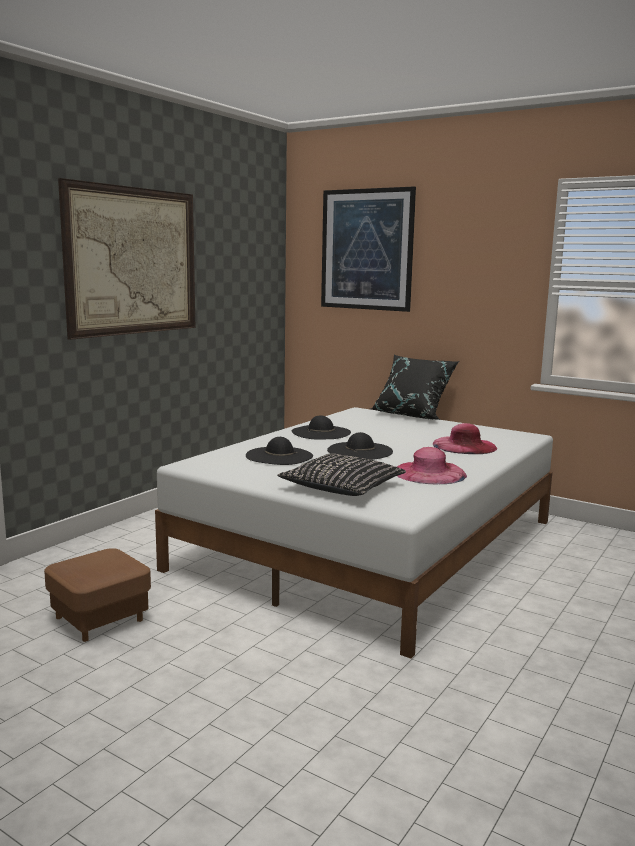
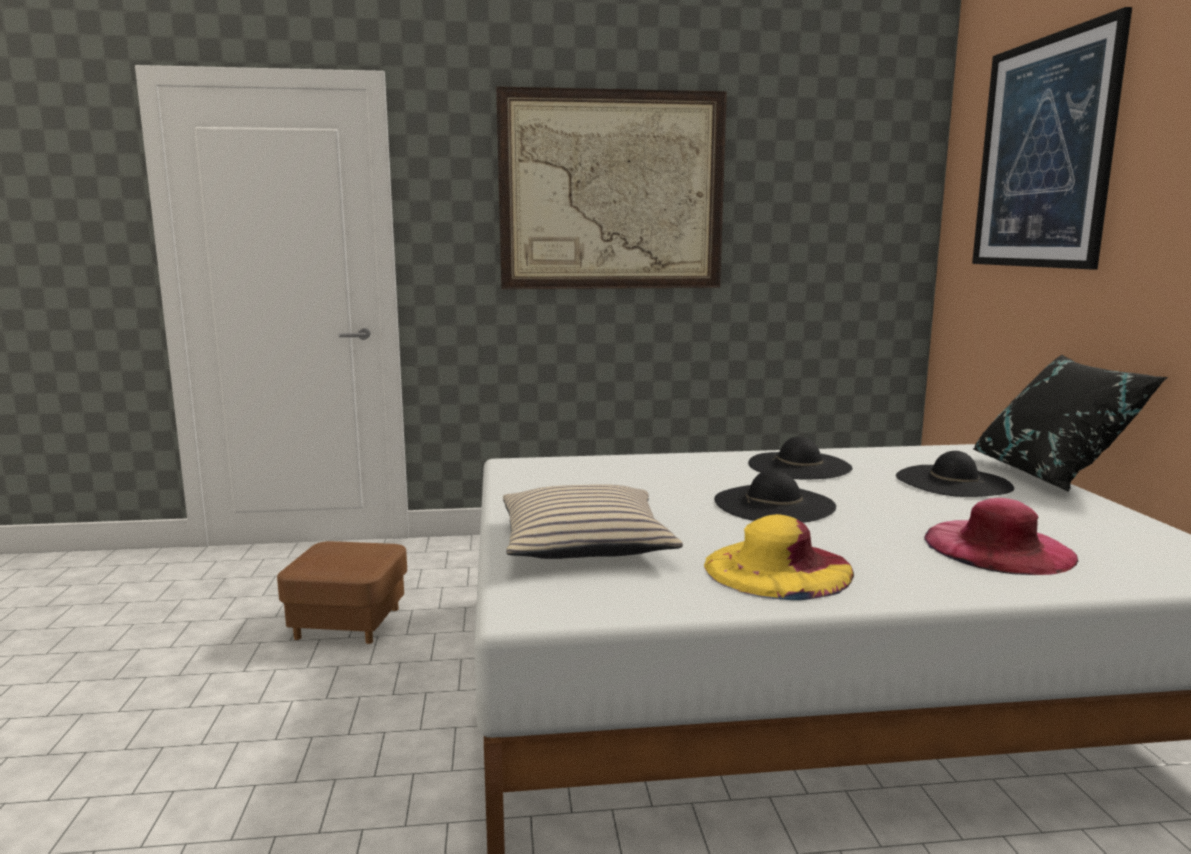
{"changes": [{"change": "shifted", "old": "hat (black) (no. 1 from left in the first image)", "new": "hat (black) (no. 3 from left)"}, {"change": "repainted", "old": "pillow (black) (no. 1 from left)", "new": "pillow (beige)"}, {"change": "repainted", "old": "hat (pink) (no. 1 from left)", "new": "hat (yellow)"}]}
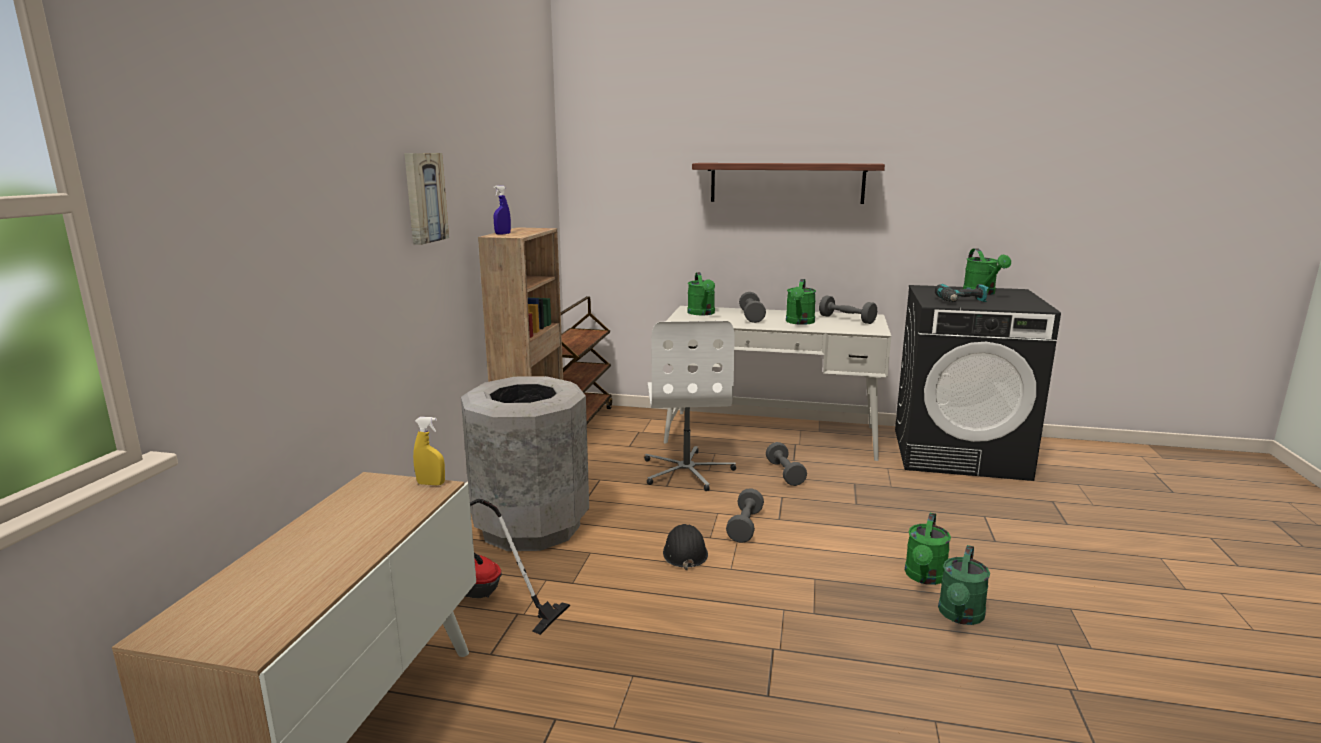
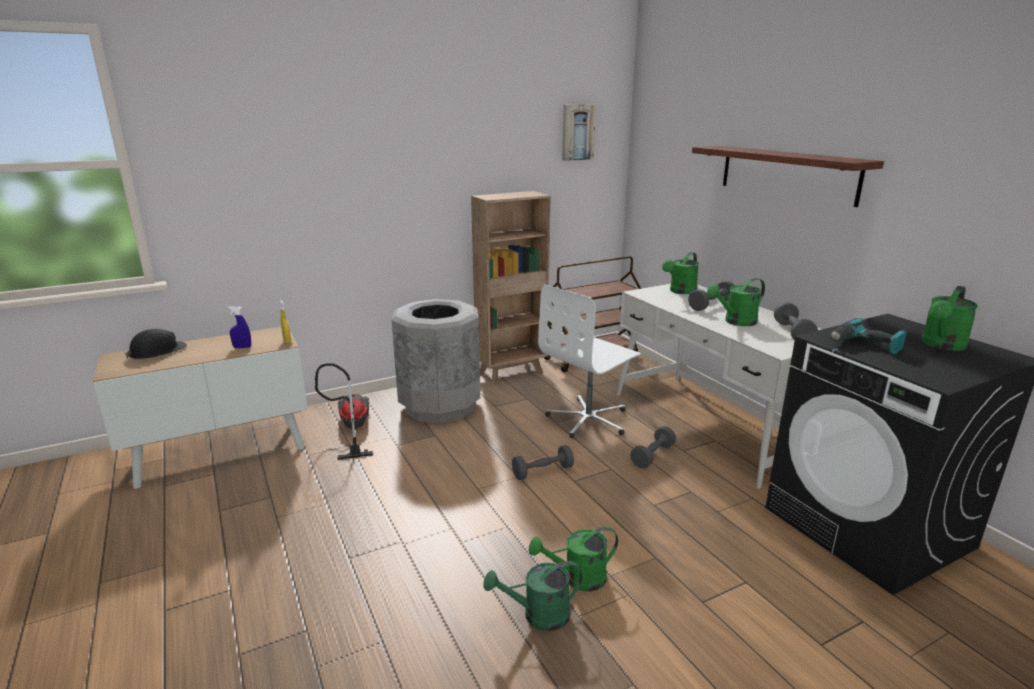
{"changes": [{"change": "shifted", "old": "picture"}, {"change": "shifted", "old": "spray bottle (blue)"}, {"change": "shifted", "old": "hard hat (black)"}]}
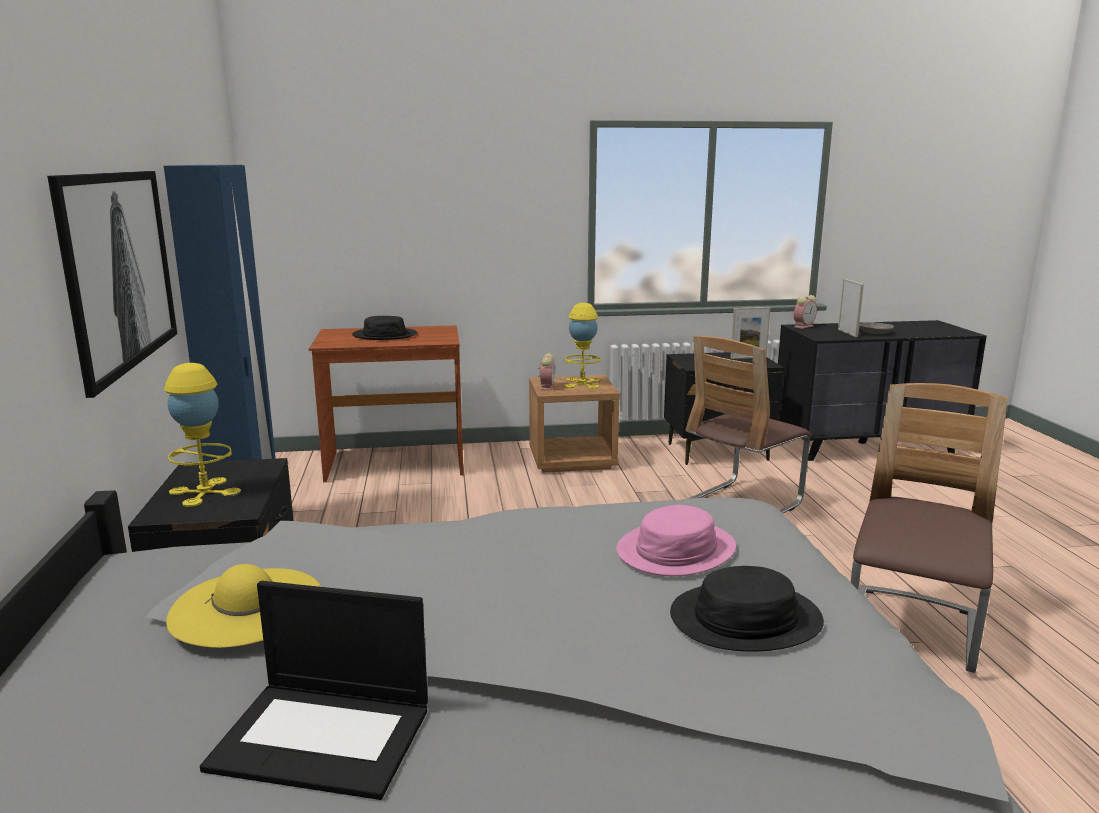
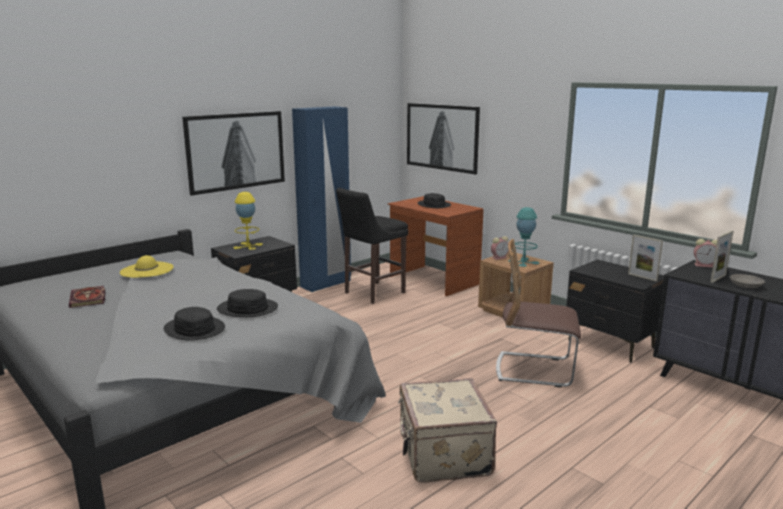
{"changes": [{"change": "swapped", "old": "laptop", "new": "book"}, {"change": "repainted", "old": "table lamp (yellow) (no. 2 from left)", "new": "table lamp (turquoise)"}, {"change": "repainted", "old": "hat (pink)", "new": "hat (black) (no. 2 from left)"}, {"change": "swapped", "old": "chair (no. 2 from left)", "new": "suitcase (beige)"}, {"change": "new", "new": "stool (black)"}, {"change": "new", "new": "picture (no. 2 from left)"}]}
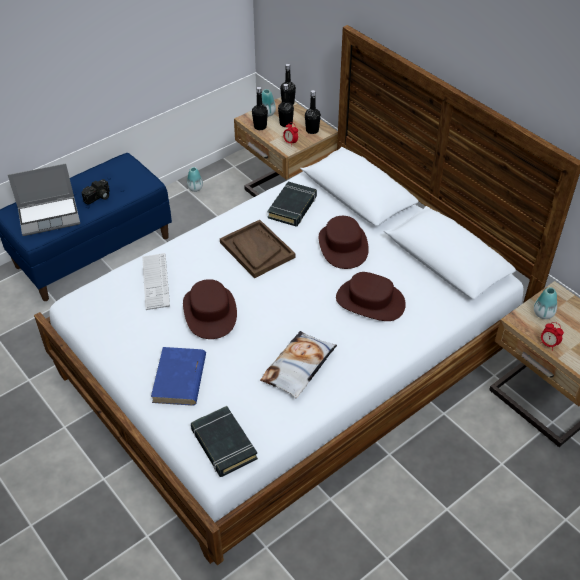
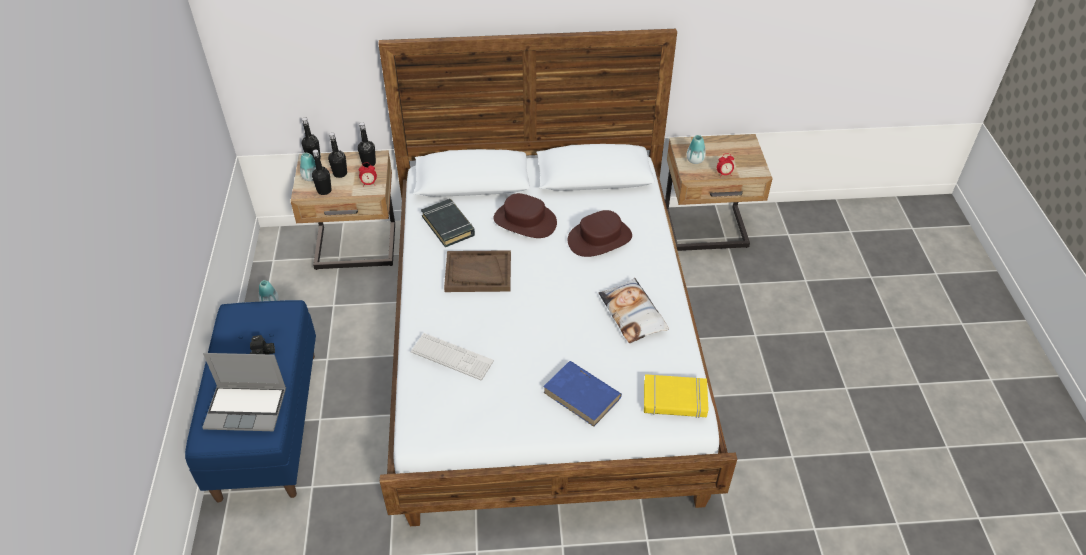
{"changes": [{"change": "rotated", "old": "laptop", "degrees": 75}, {"change": "gone", "old": "hat (brown) (no. 1 from left)"}, {"change": "repainted", "old": "book (black) (no. 1 from left)", "new": "book (yellow)"}]}
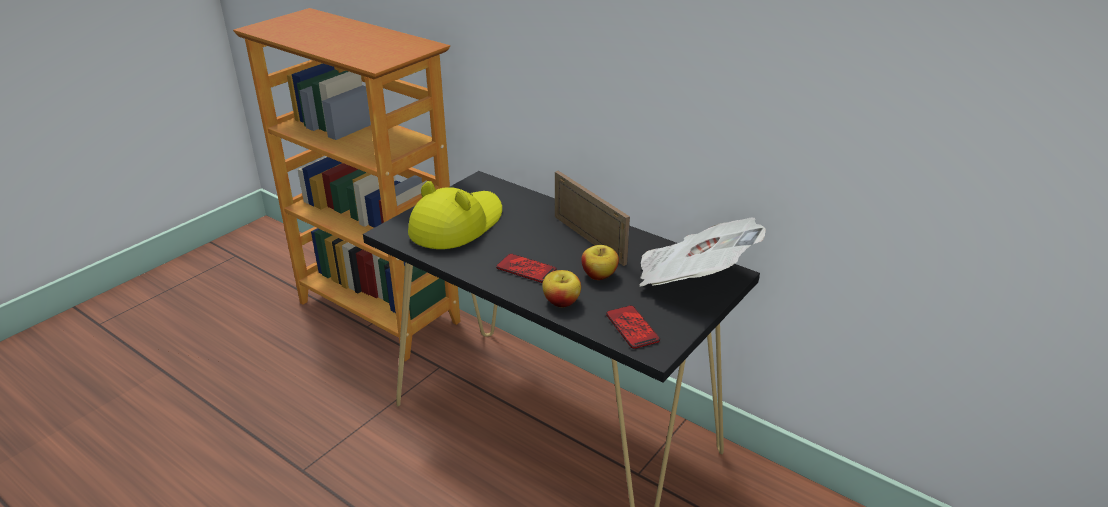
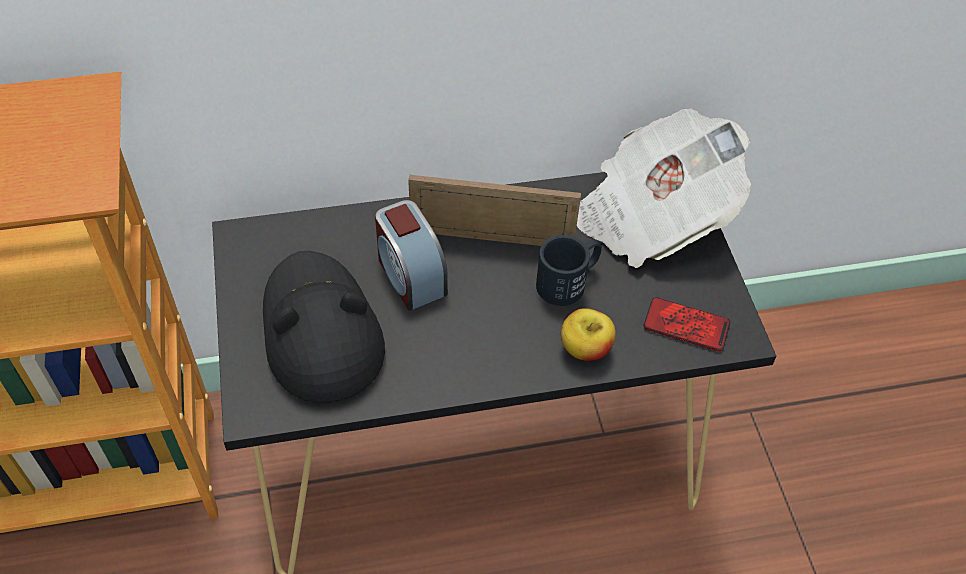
{"changes": [{"change": "repainted", "old": "hat (yellow)", "new": "hat (black)"}, {"change": "gone", "old": "phone (no. 1 from left)"}, {"change": "swapped", "old": "apple (no. 2 from left)", "new": "mug (black)"}, {"change": "new", "new": "alarm clock"}]}
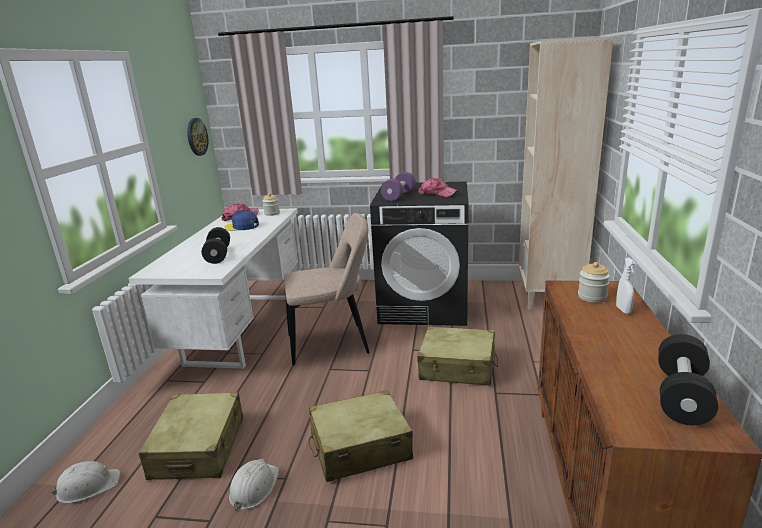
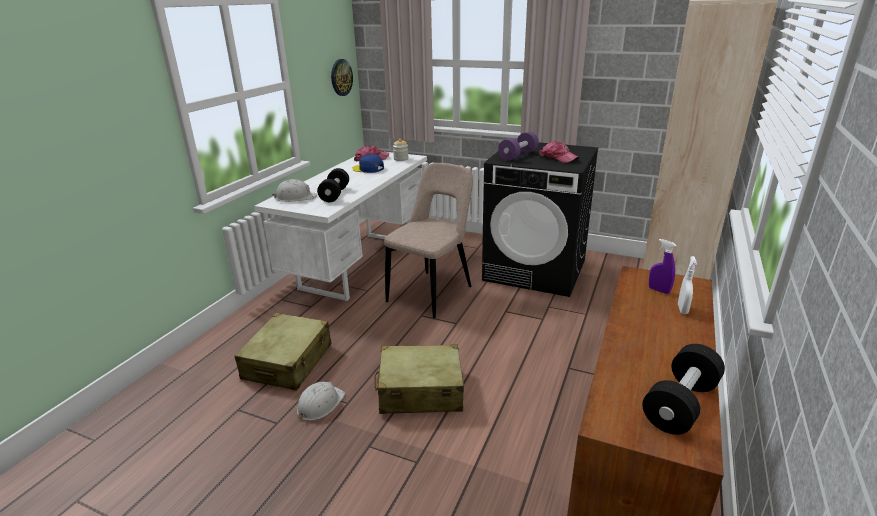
{"changes": [{"change": "shifted", "old": "hard hat (white) (no. 1 from left)"}, {"change": "rotated", "old": "chair (beige)", "degrees": -60}, {"change": "gone", "old": "suitcase (beige) (no. 3 from left)"}, {"change": "swapped", "old": "jar (no. 2 from left)", "new": "spray bottle (purple)"}]}
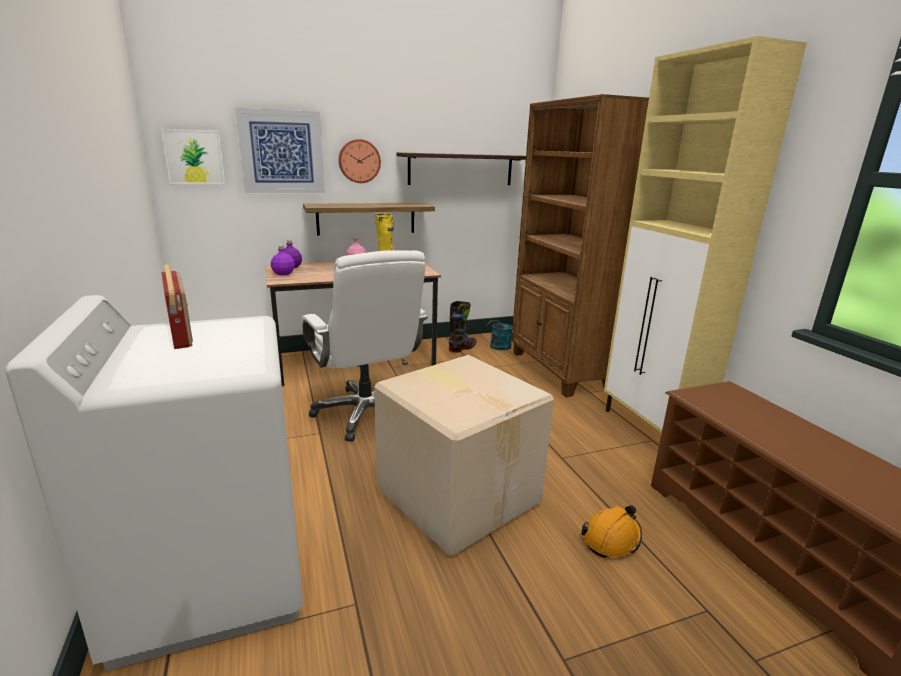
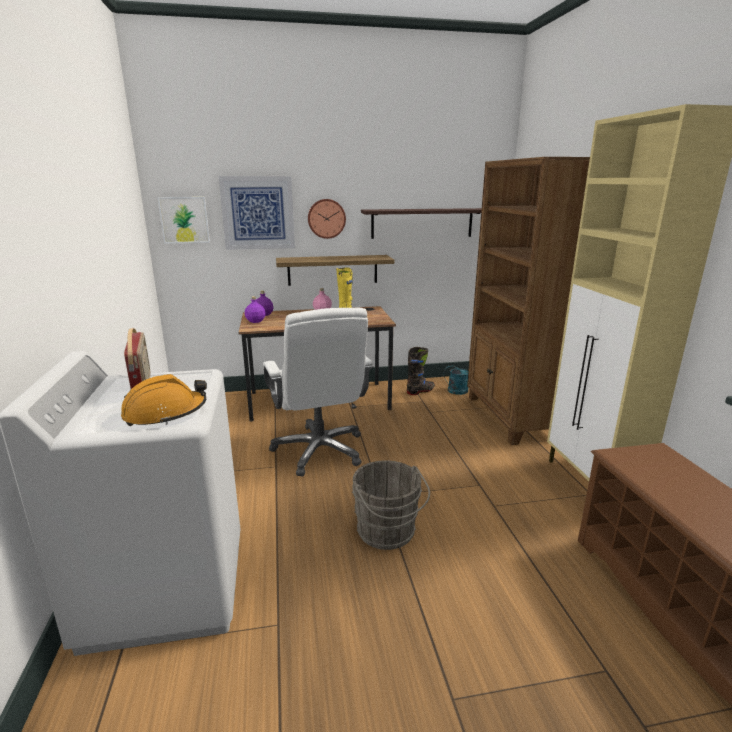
{"changes": [{"change": "swapped", "old": "cardboard box", "new": "bucket (grey)"}, {"change": "shifted", "old": "hard hat (orange)"}]}
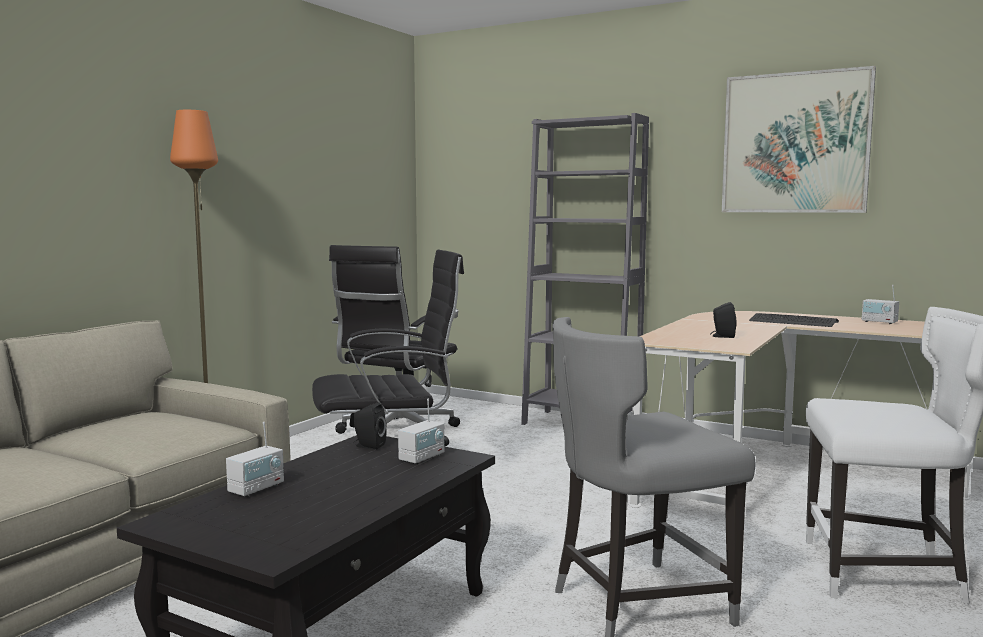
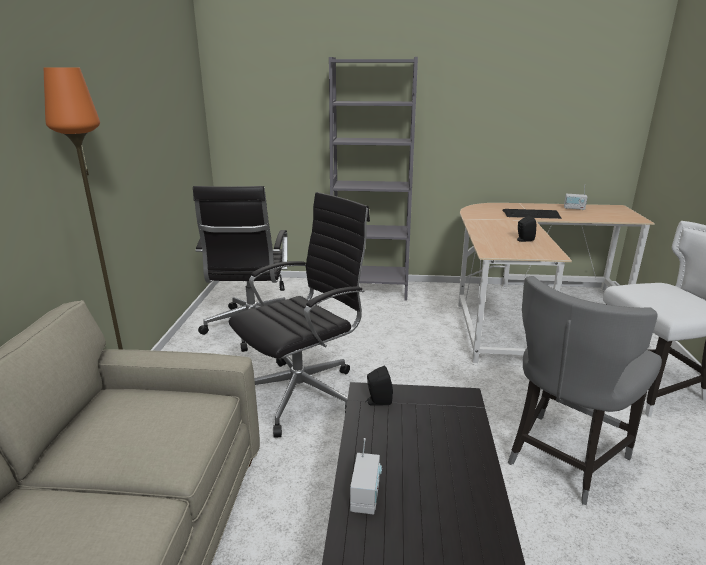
{"changes": [{"change": "gone", "old": "radio (no. 2 from left)"}, {"change": "gone", "old": "picture"}]}
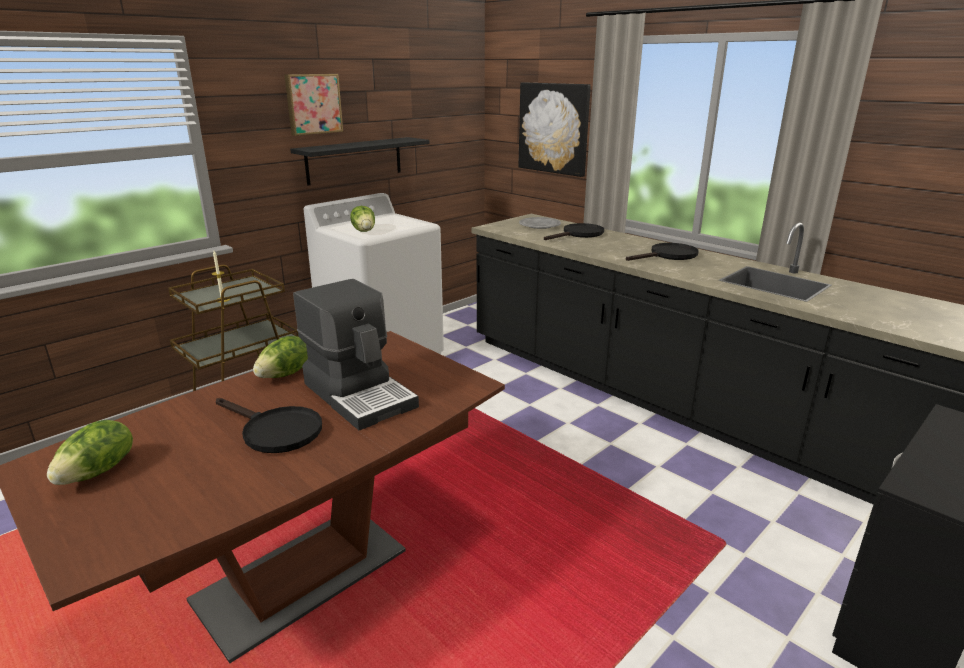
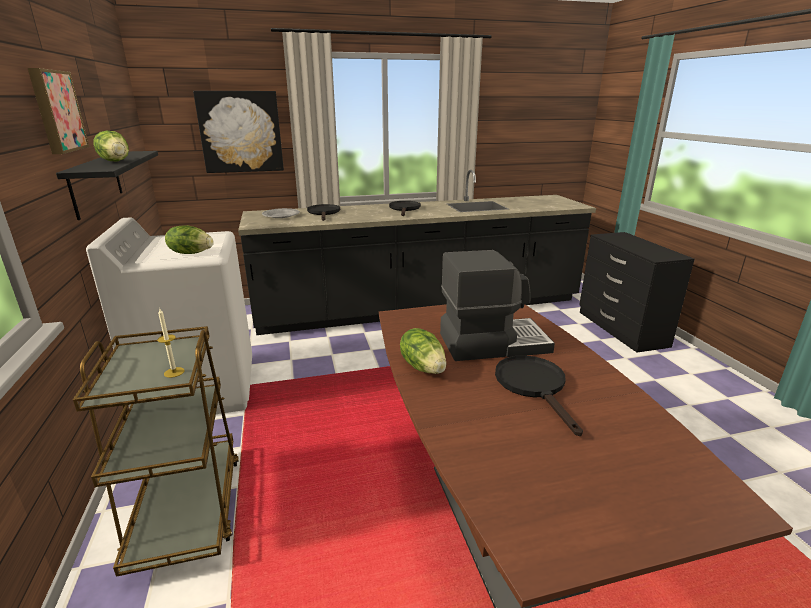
{"changes": [{"change": "shifted", "old": "lettuce (no. 1 from left)"}, {"change": "rotated", "old": "frying pan (black) (no. 1 from left in the first image)", "degrees": -75}]}
